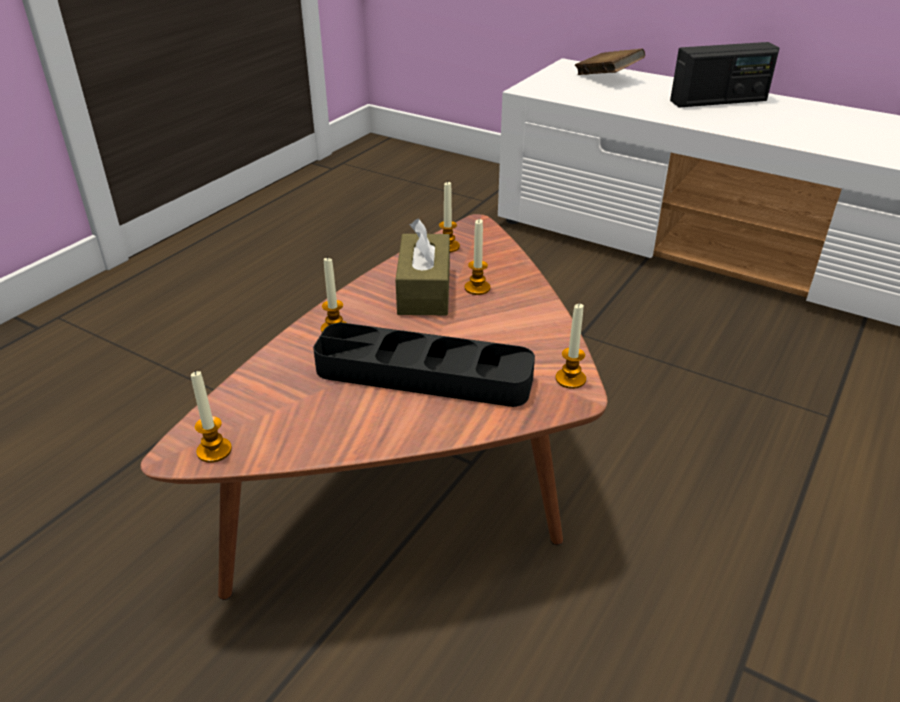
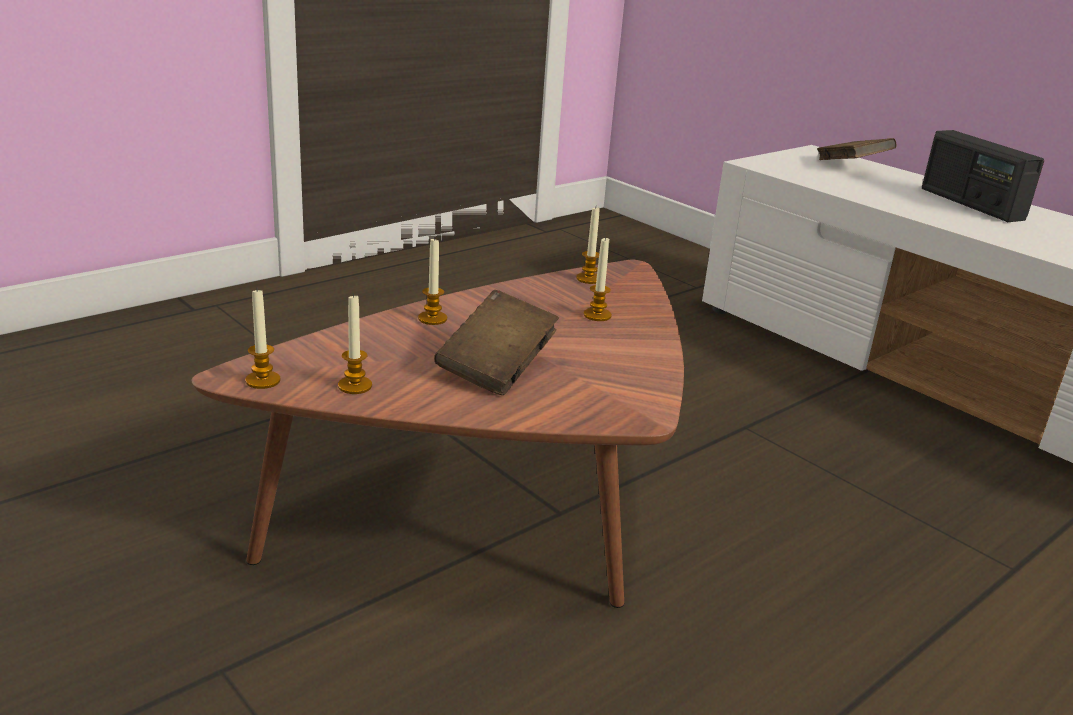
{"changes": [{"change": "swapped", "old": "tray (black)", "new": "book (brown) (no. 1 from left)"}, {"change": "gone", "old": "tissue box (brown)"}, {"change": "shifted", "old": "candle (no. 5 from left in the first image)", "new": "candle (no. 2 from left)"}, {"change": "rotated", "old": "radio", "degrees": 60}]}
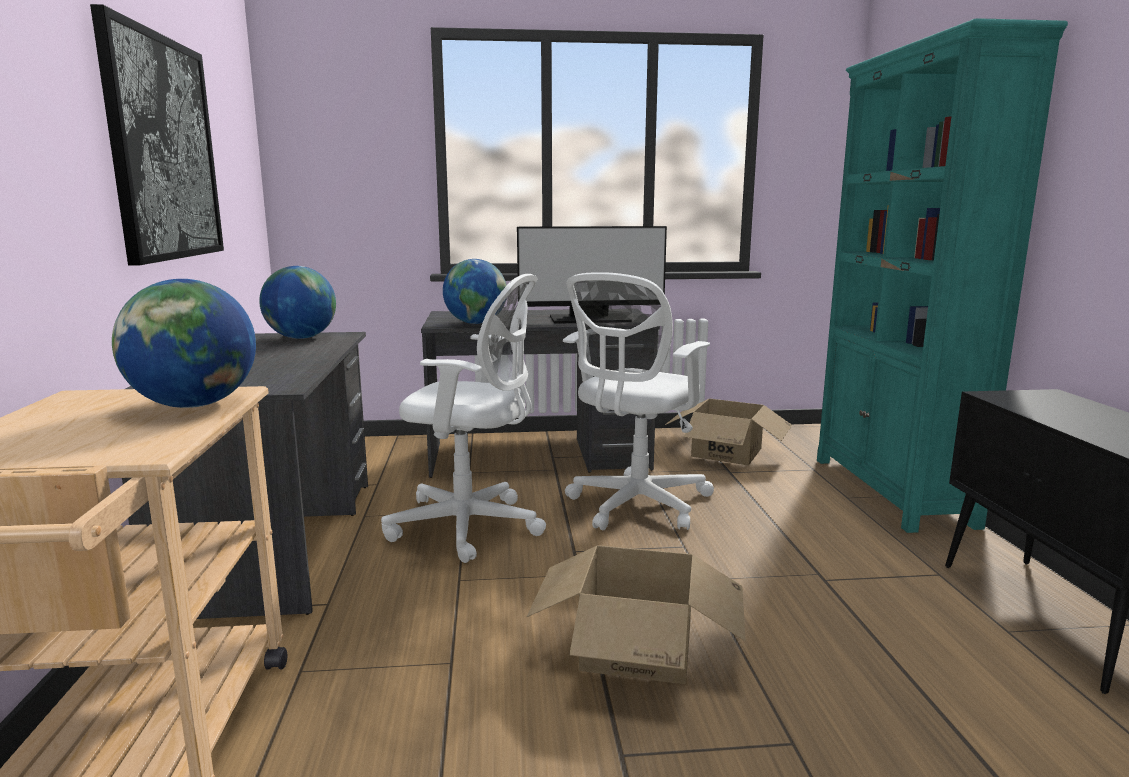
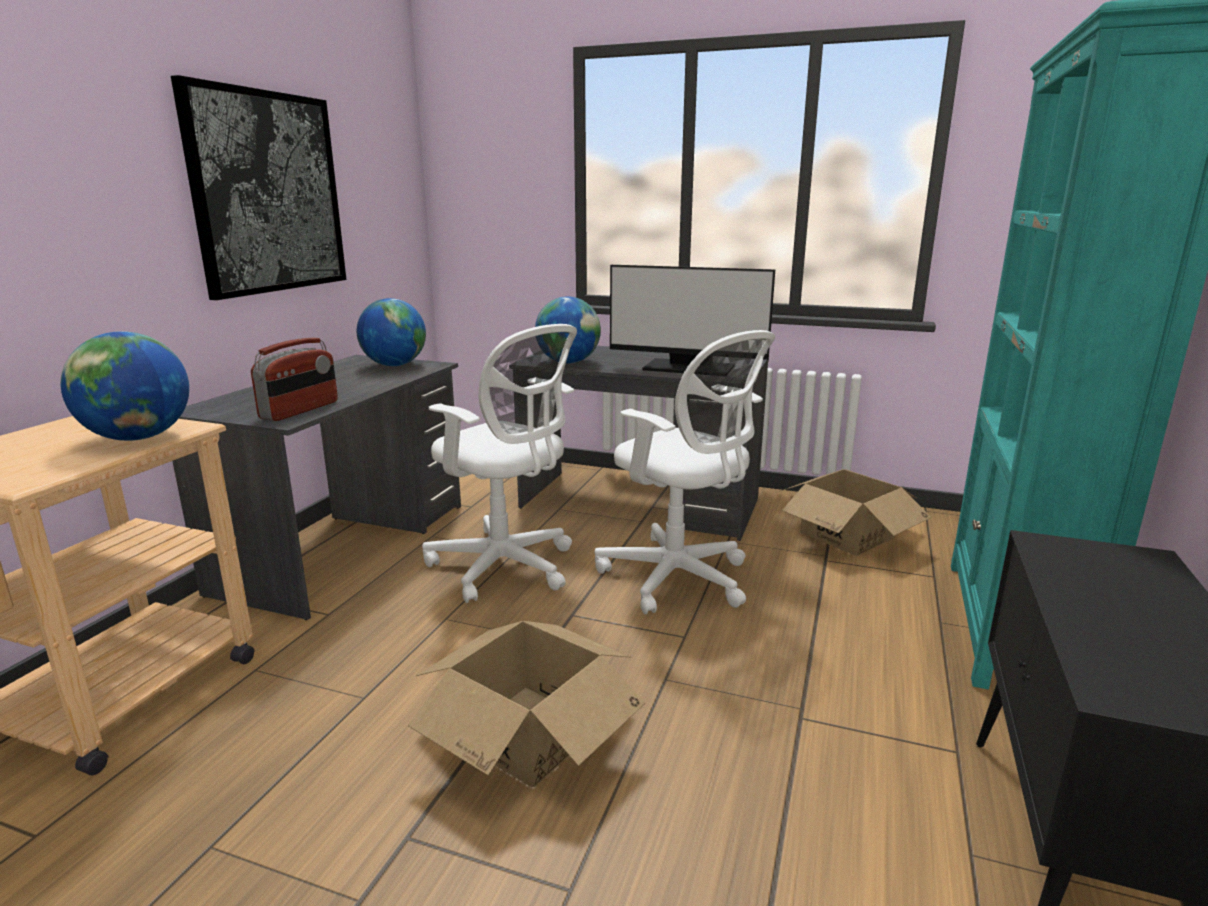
{"changes": [{"change": "rotated", "old": "office chair (white) (no. 2 from left)", "degrees": -105}, {"change": "new", "new": "radio"}]}
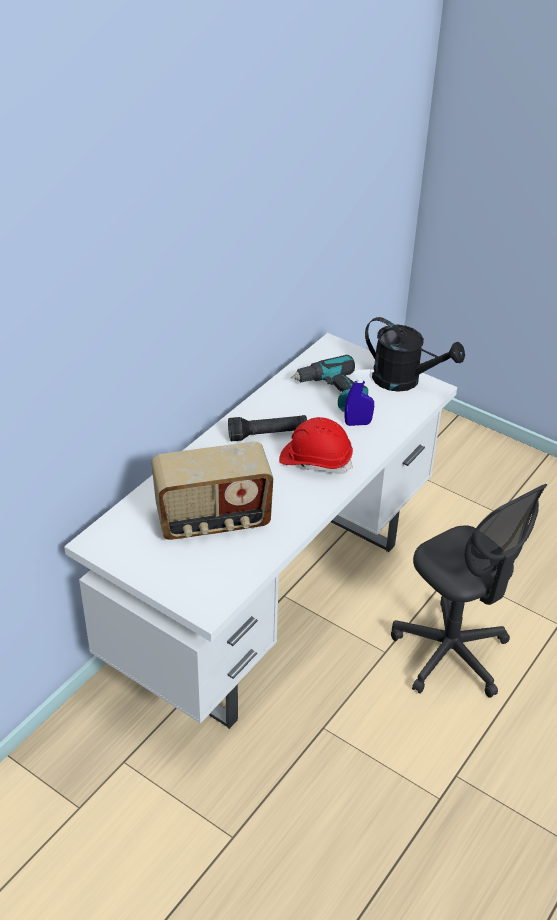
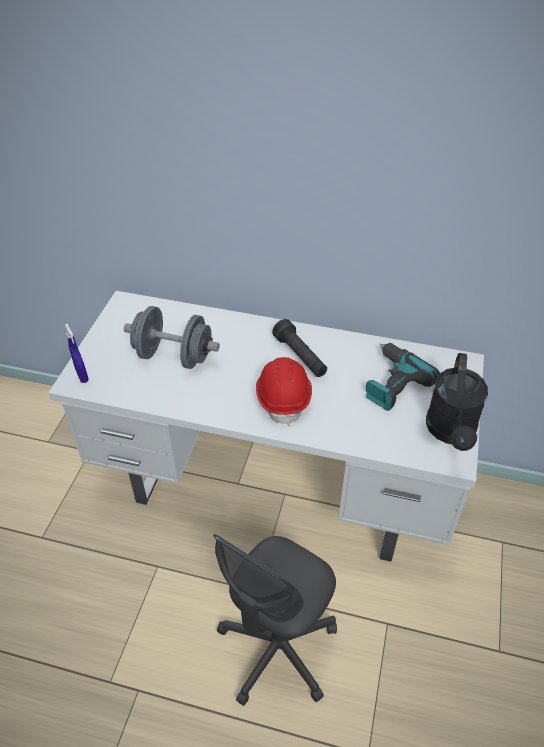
{"changes": [{"change": "swapped", "old": "radio", "new": "dumbbell (grey)"}, {"change": "shifted", "old": "spray bottle (blue)"}]}
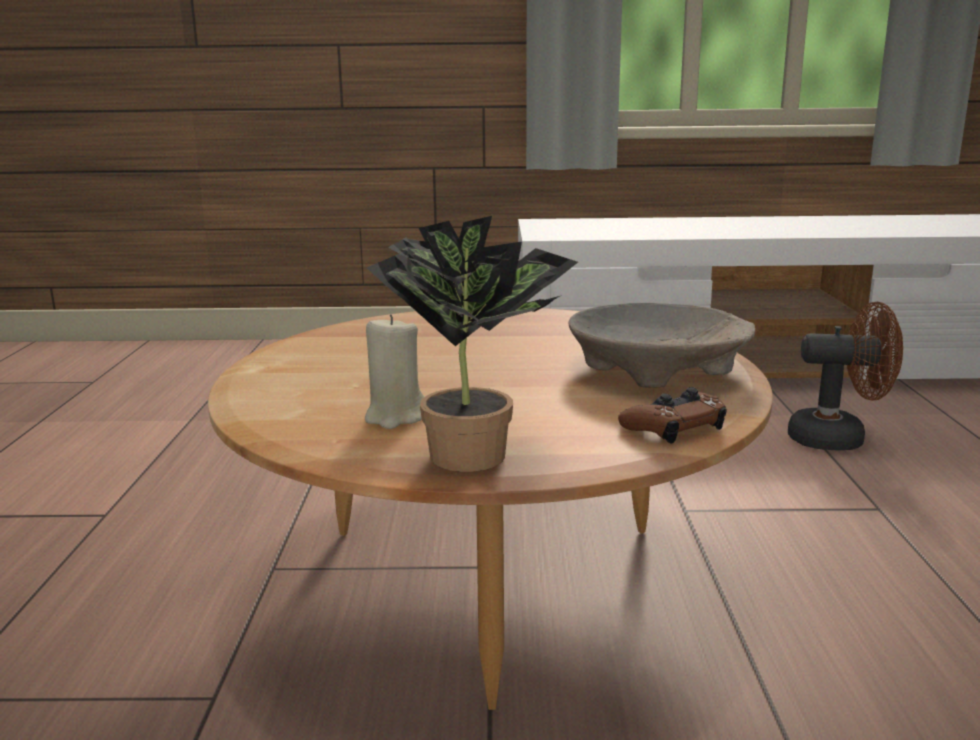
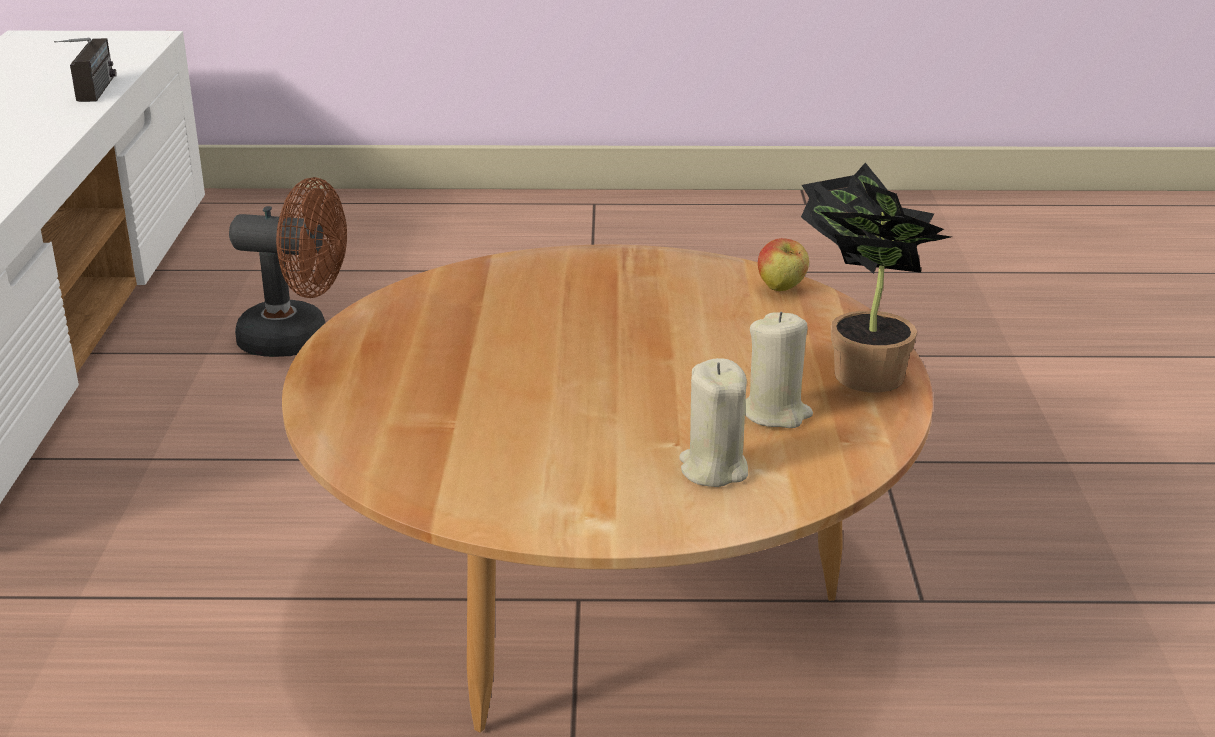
{"changes": [{"change": "gone", "old": "bowl (beige)"}, {"change": "swapped", "old": "game controller (brown)", "new": "apple"}, {"change": "rotated", "old": "fan (brown)", "degrees": 90}, {"change": "new", "new": "radio"}, {"change": "new", "new": "candle (beige) (no. 1 from left)"}]}
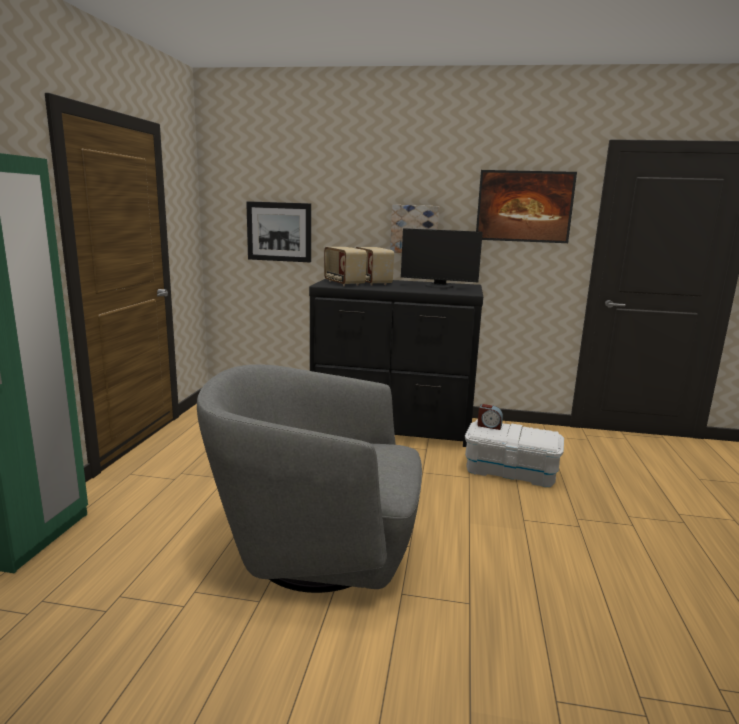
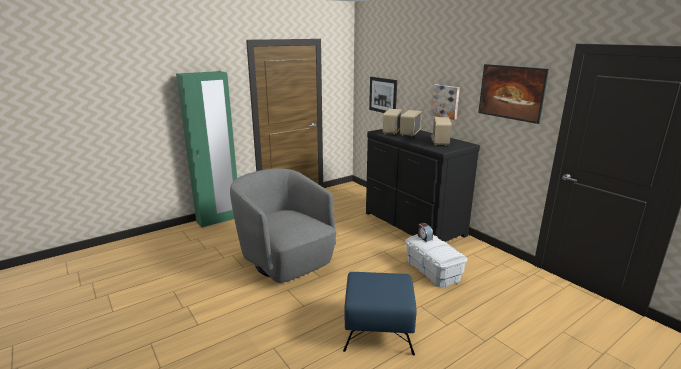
{"changes": [{"change": "swapped", "old": "monitor", "new": "radio (no. 3 from left)"}, {"change": "new", "new": "ottoman (blue)"}]}
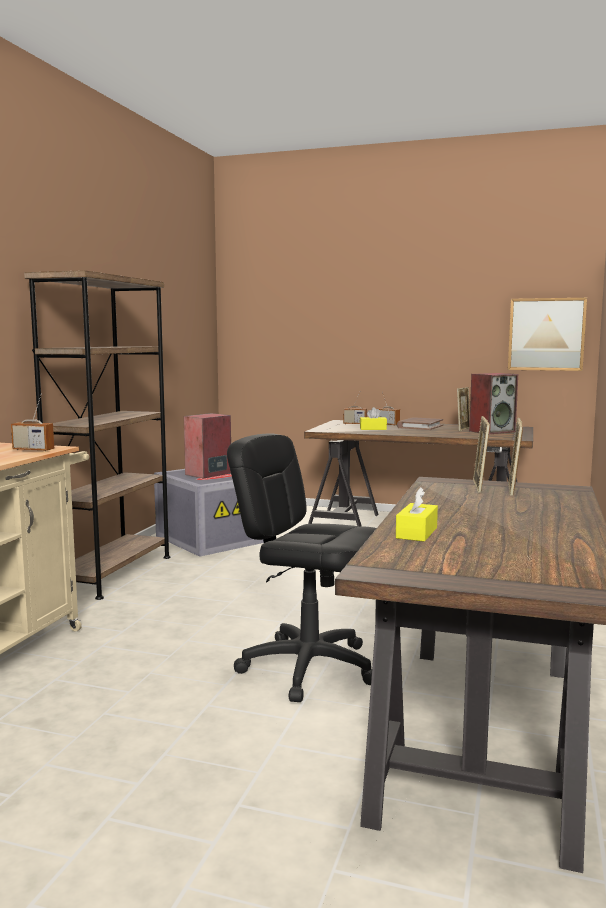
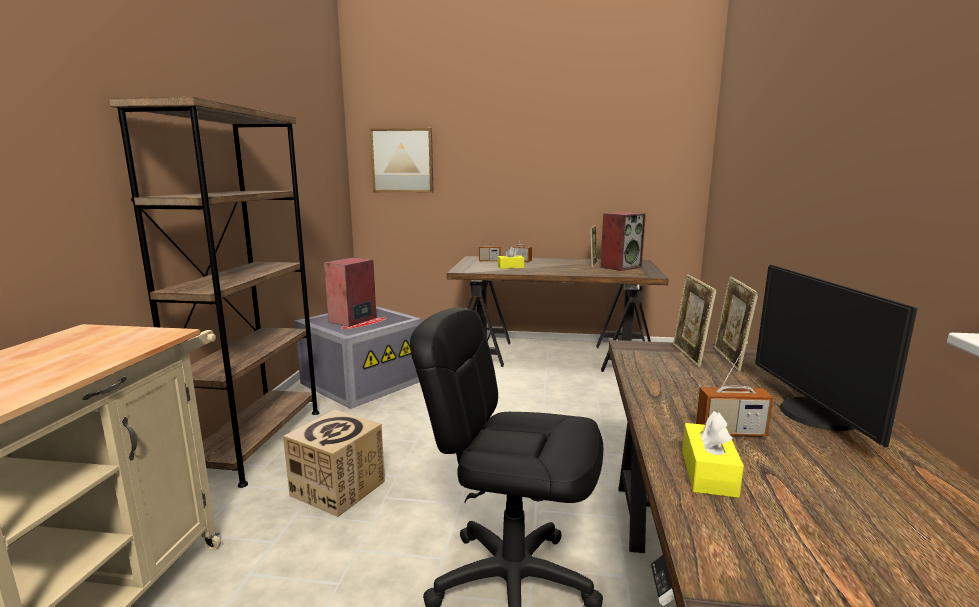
{"changes": [{"change": "shifted", "old": "radio (no. 1 from left in the first image)", "new": "radio (no. 3 from left)"}, {"change": "gone", "old": "book (brown)"}, {"change": "shifted", "old": "picture"}, {"change": "new", "new": "cardboard box"}, {"change": "new", "new": "monitor"}]}
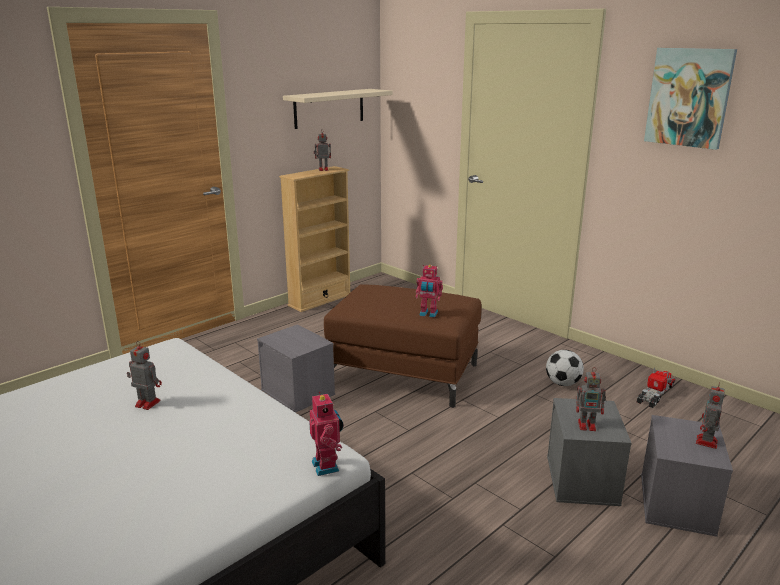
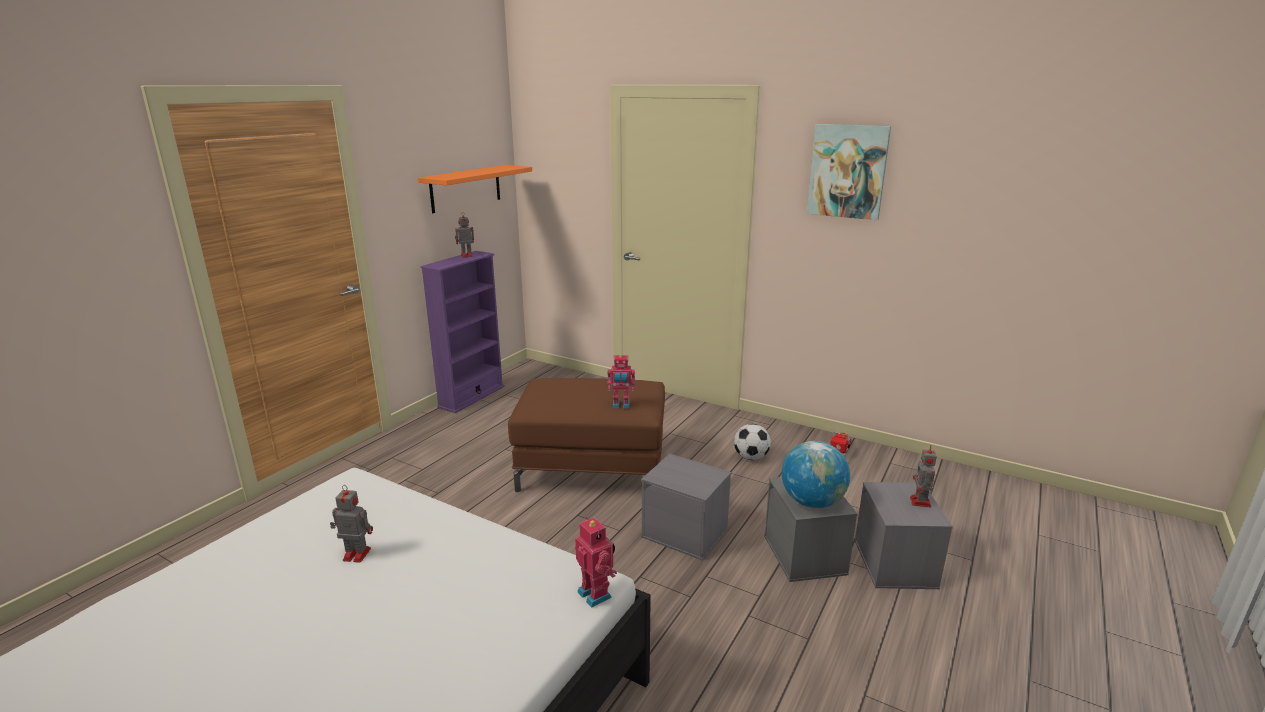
{"changes": [{"change": "shifted", "old": "storage box (grey) (no. 1 from left)"}, {"change": "repainted", "old": "bookcase (beige)", "new": "bookcase (purple)"}, {"change": "repainted", "old": "shelf (beige)", "new": "shelf (orange)"}, {"change": "swapped", "old": "toy robot (no. 5 from left)", "new": "globe"}]}
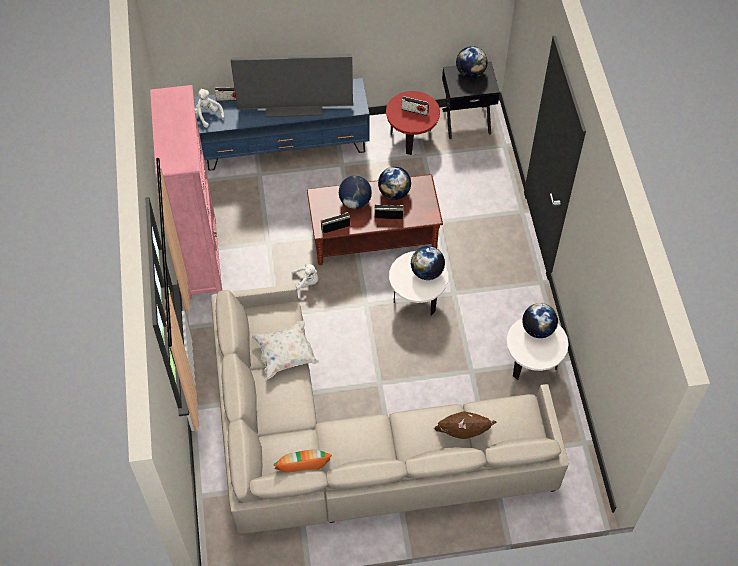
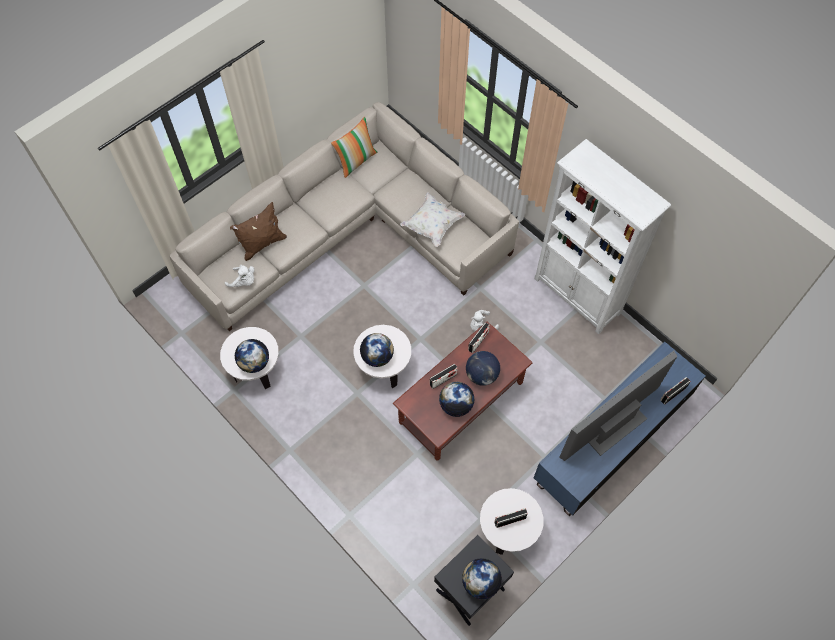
{"changes": [{"change": "repainted", "old": "bookcase (pink)", "new": "bookcase (white)"}, {"change": "shifted", "old": "plush toy (white) (no. 1 from left)"}, {"change": "repainted", "old": "side table (red)", "new": "side table (white) (no. 3 from left)"}]}
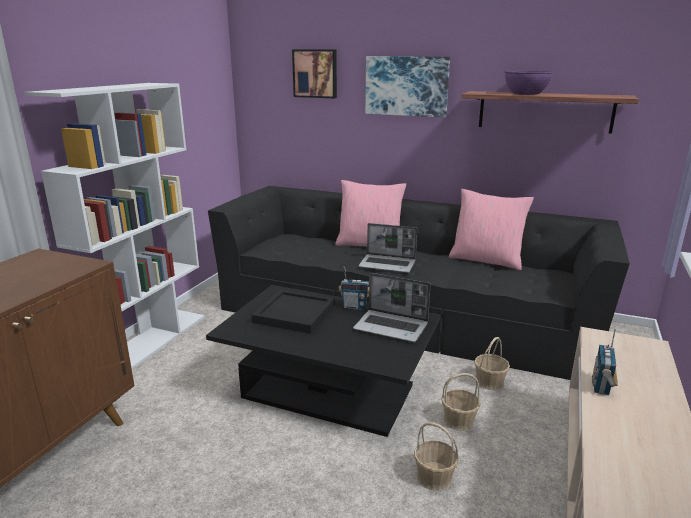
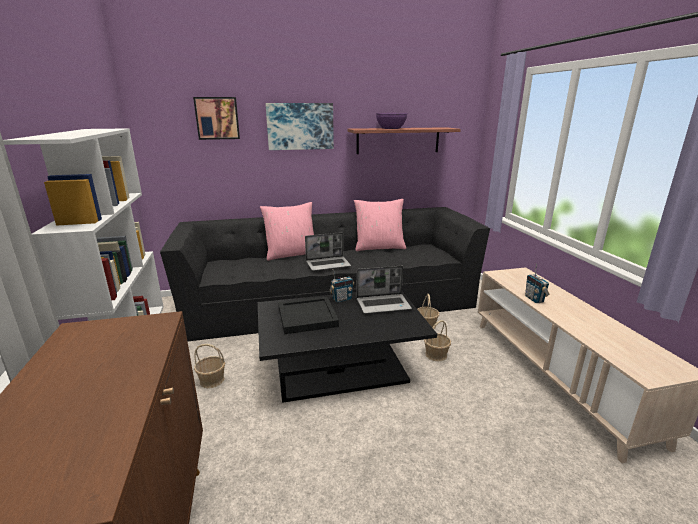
{"changes": [{"change": "shifted", "old": "basket (no. 1 from left)"}]}
